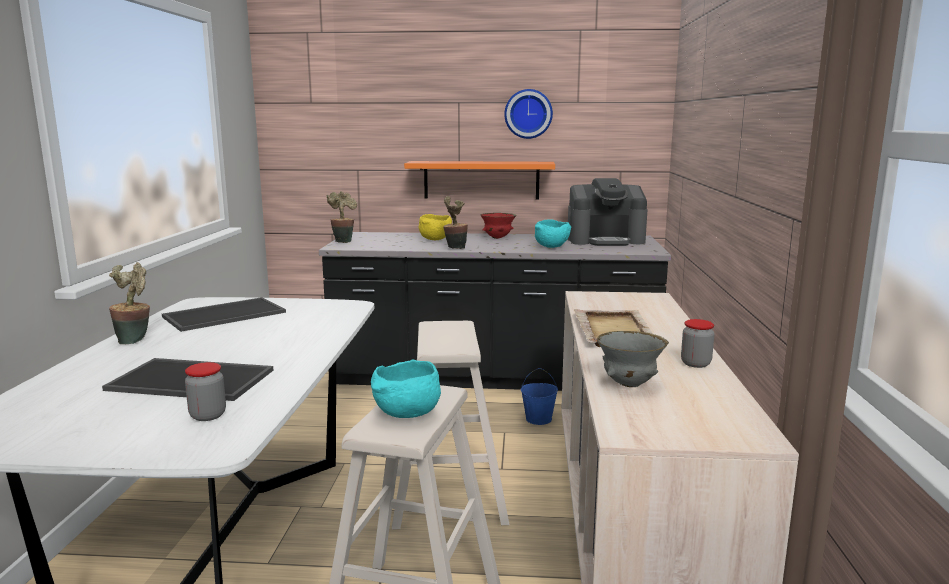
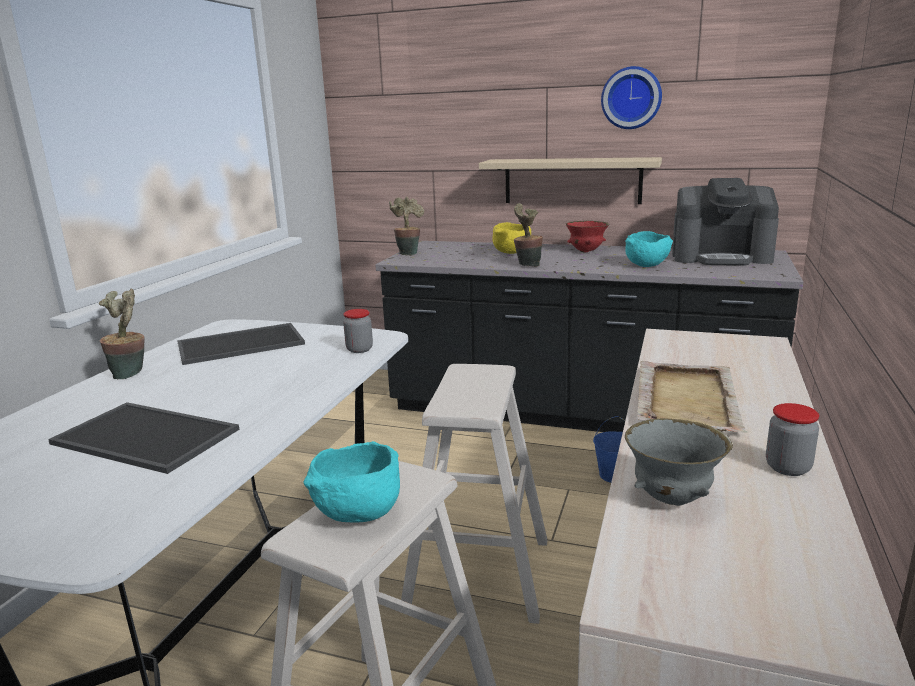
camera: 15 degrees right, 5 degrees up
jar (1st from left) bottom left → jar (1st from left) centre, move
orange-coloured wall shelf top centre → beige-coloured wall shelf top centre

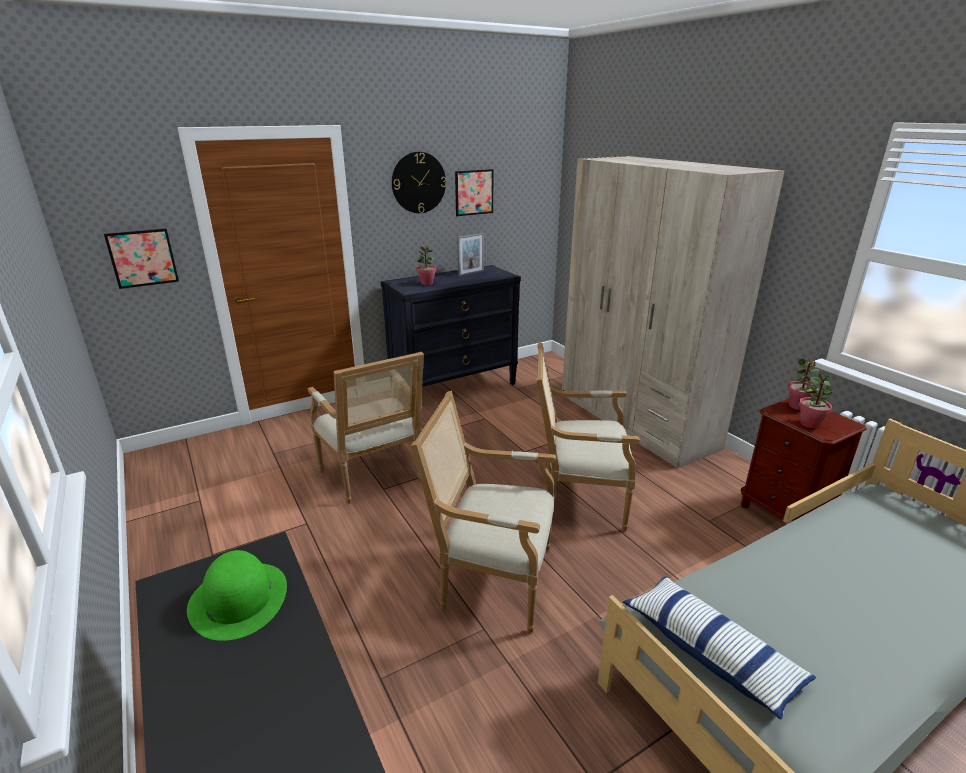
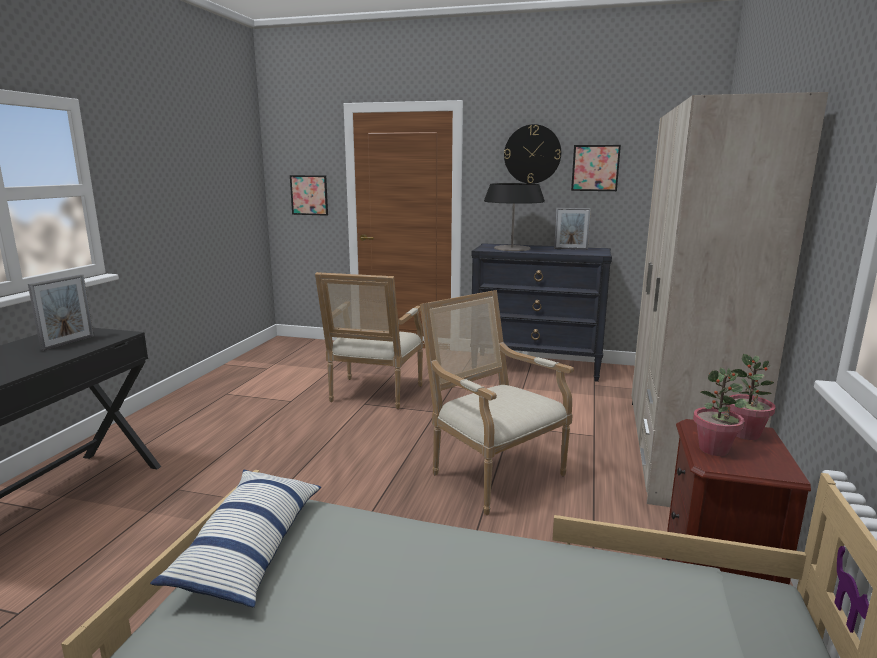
camera: 45 degrees right, 10 degrees down
green wearable hat bottom left → photo frame (1st from left) middle left
potted plant (1st from left) centre → table lamp top centre
easy chair (2nd from left) centre → -

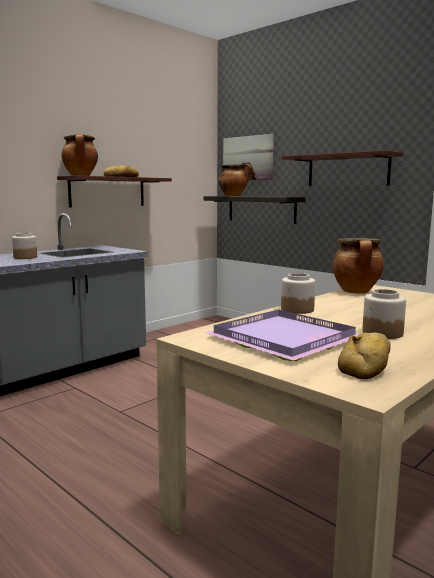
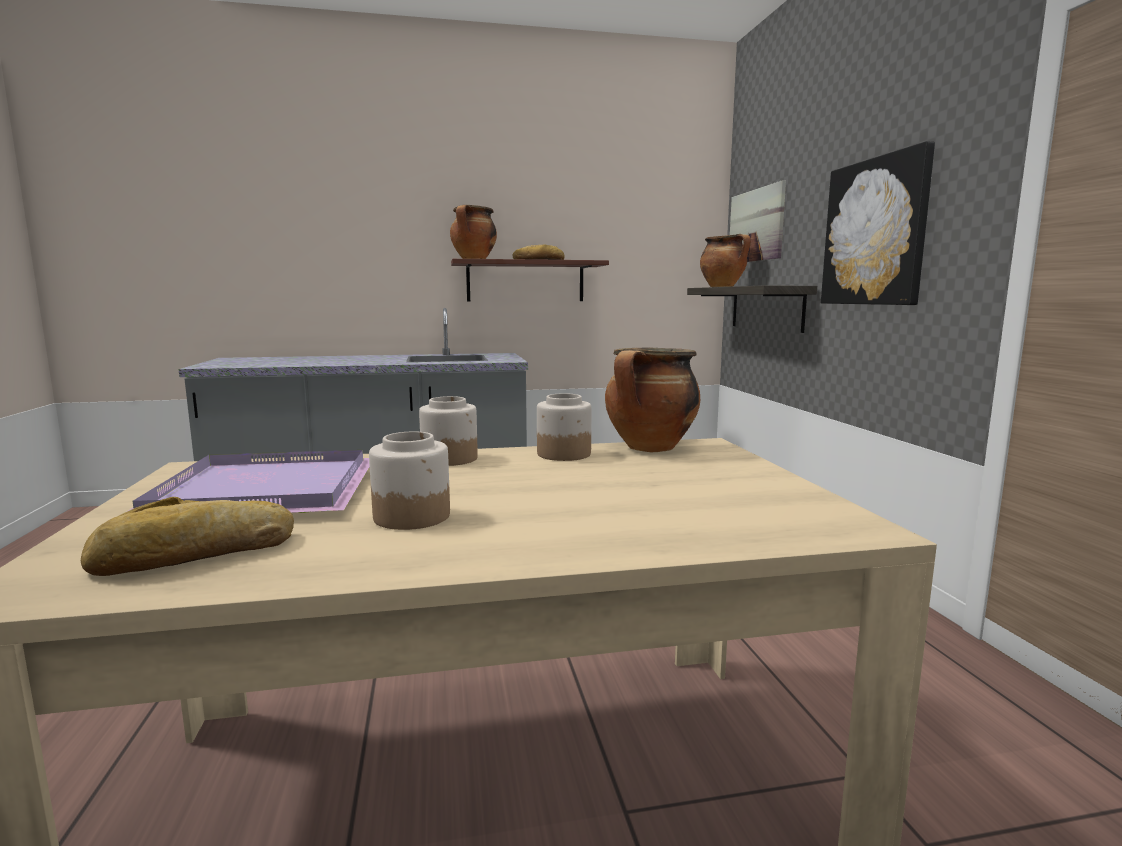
camera: 35 degrees right, 0 degrees up
jar (1st from left in the first image) middle left → jar (3rd from left) centre, move
wall shelf (3rd from left) top right → wall art (2nd from left) top right

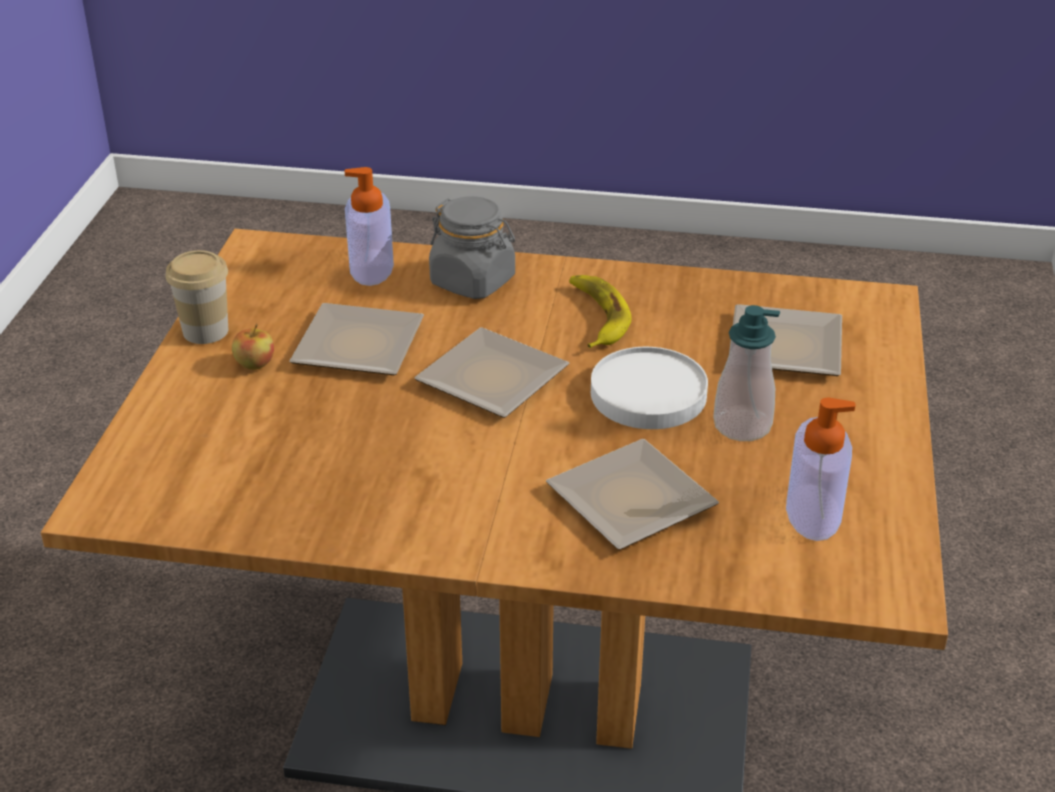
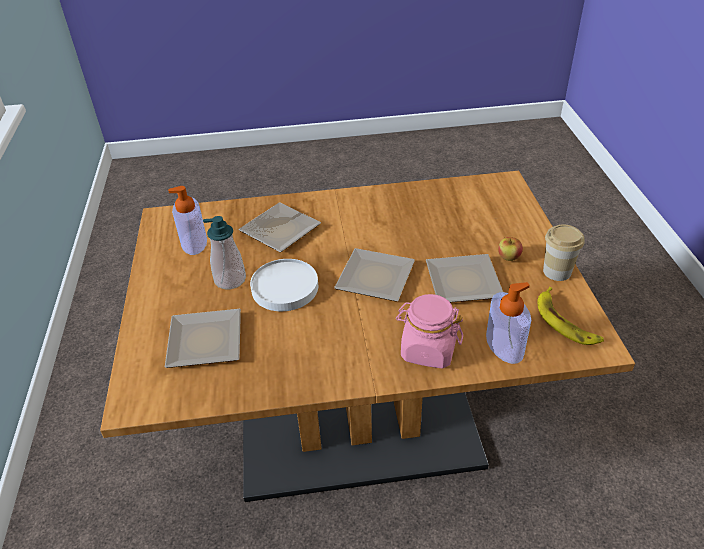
camera: 165 degrees right, 5 degrees up
grey jar top centre → pink-coloured jar centre
whole banana centre → whole banana middle right, move

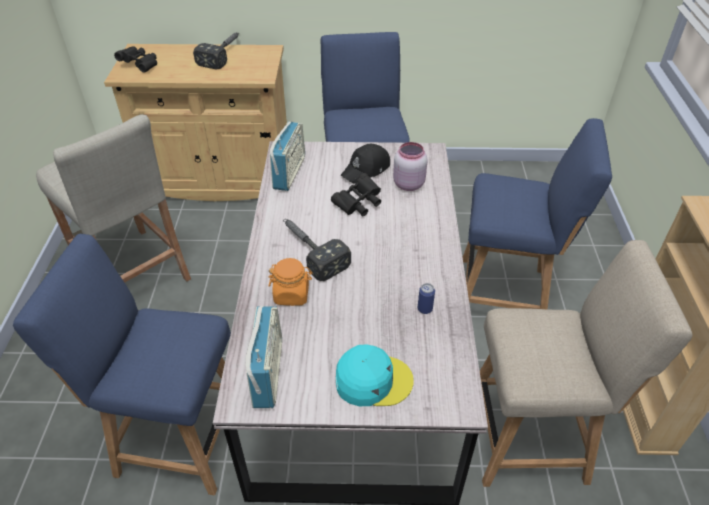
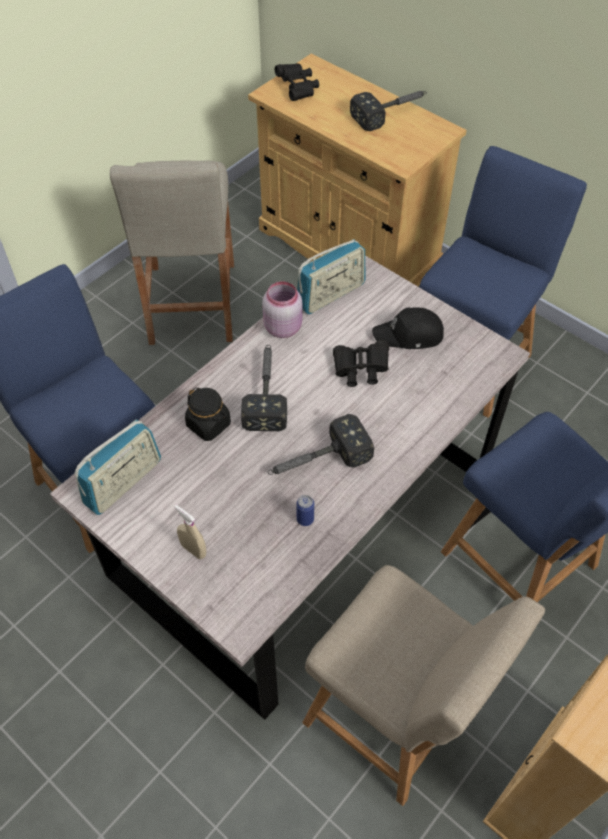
camera: 40 degrees right, 10 degrees up
turquoise-coloured baseball cap bottom centre → beige-coloured hand sprayer middle left
orange-coloured jar centre → blackish jar centre
pink-coloured jar top centre → pink-coloured jar centre, move
- → hand hammer (2nd from left) centre

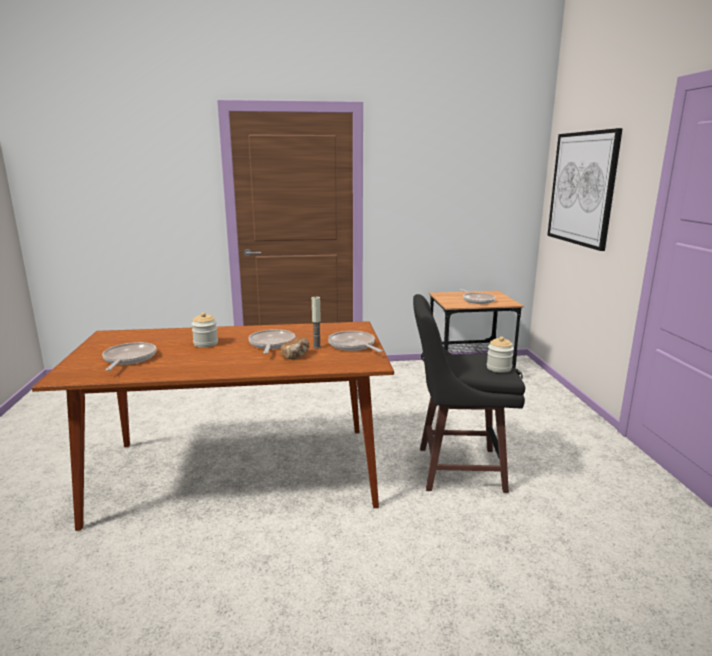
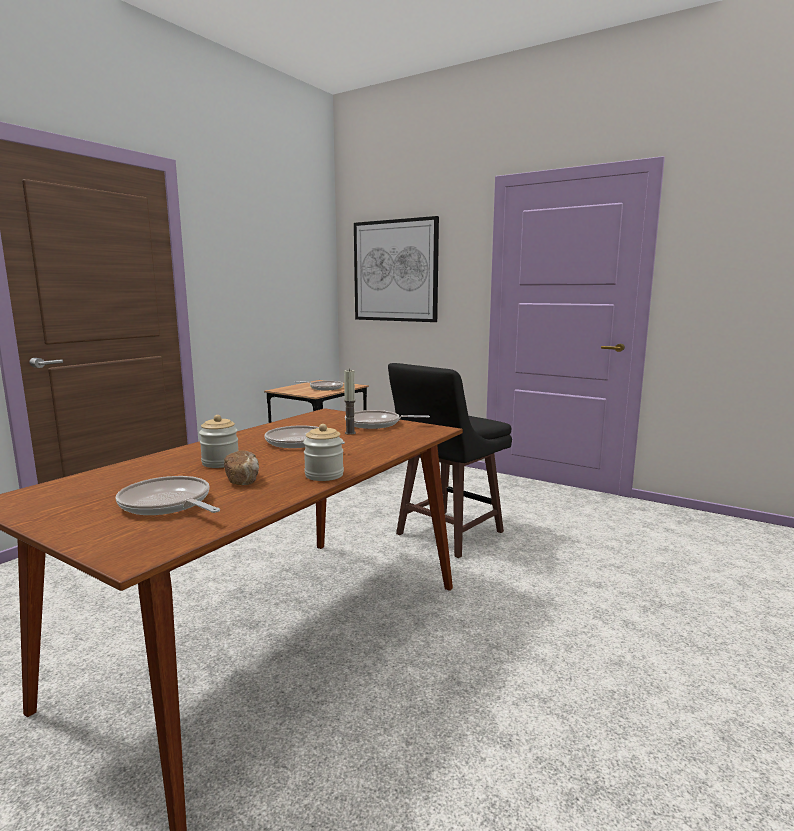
camera: 50 degrees left, 5 degrees down
bread centre → bread middle left, move
jar (2nd from left) middle right → jar (2nd from left) centre, move

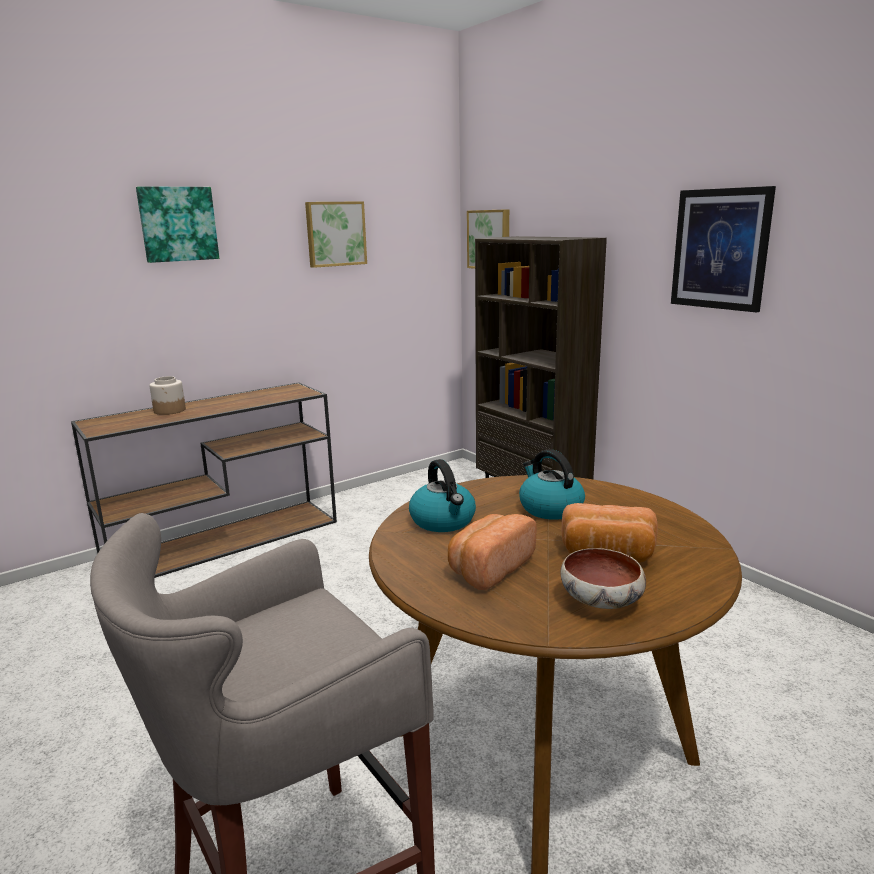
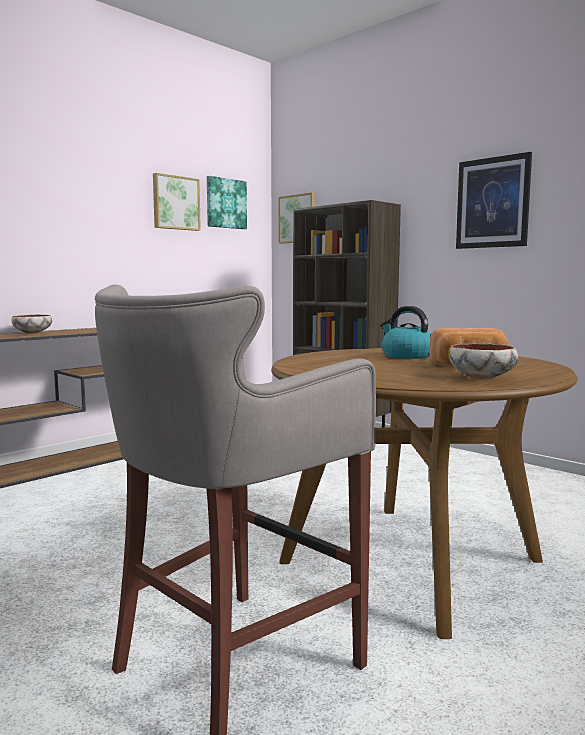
camera: 10 degrees left, 10 degrees down
jar middle left → deep dish (1st from left) middle left
wall art (1st from left in the first image) top left → wall art (2nd from left) top centre, move
kettle (1st from left) centre → -
bread (1st from left) centre → -

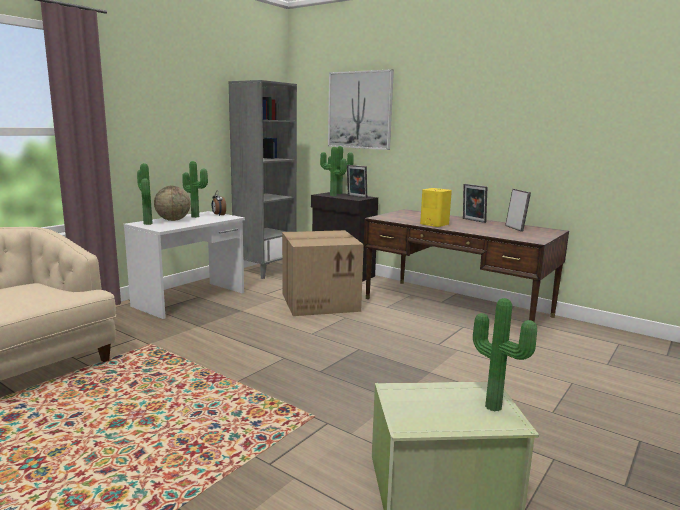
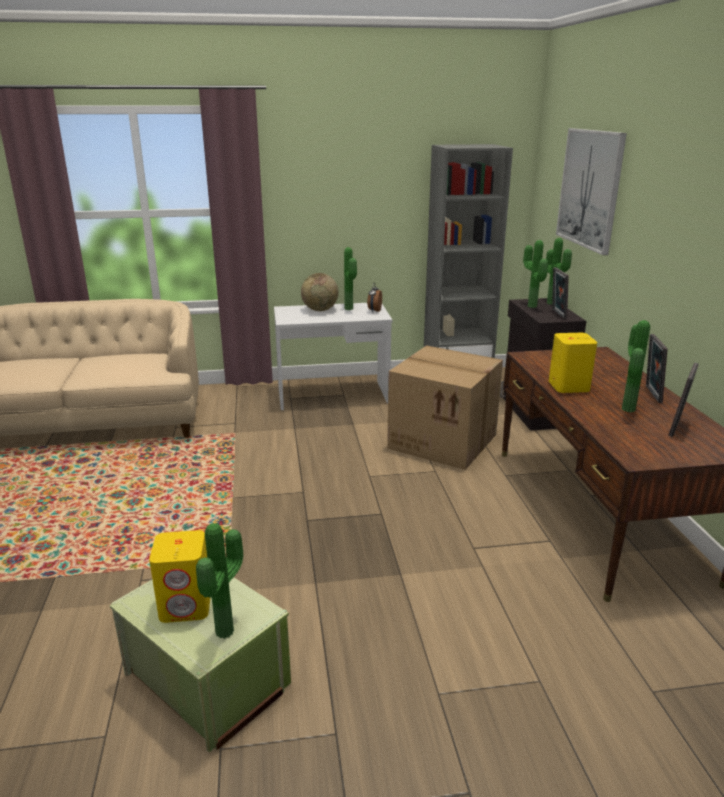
camera: 45 degrees right, 10 degrees up
- → yellowish loudspeaker (1st from left) bottom left
potted plant (1st from left in the first image) middle left → potted plant (5th from left) middle right, move

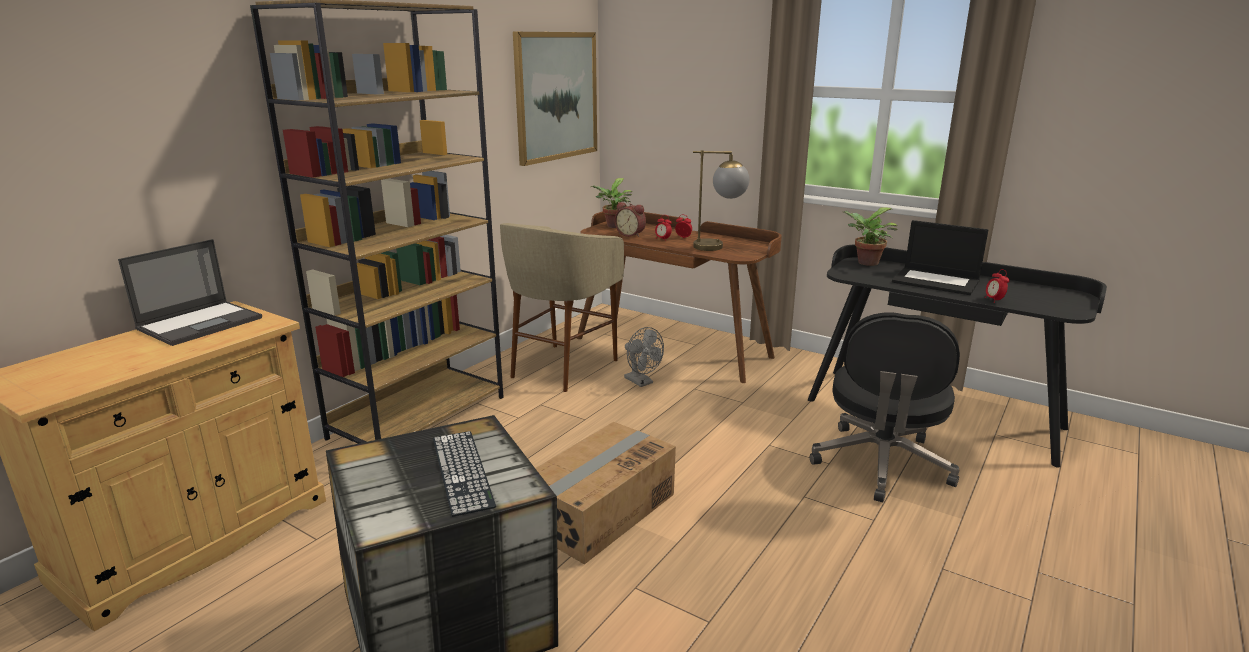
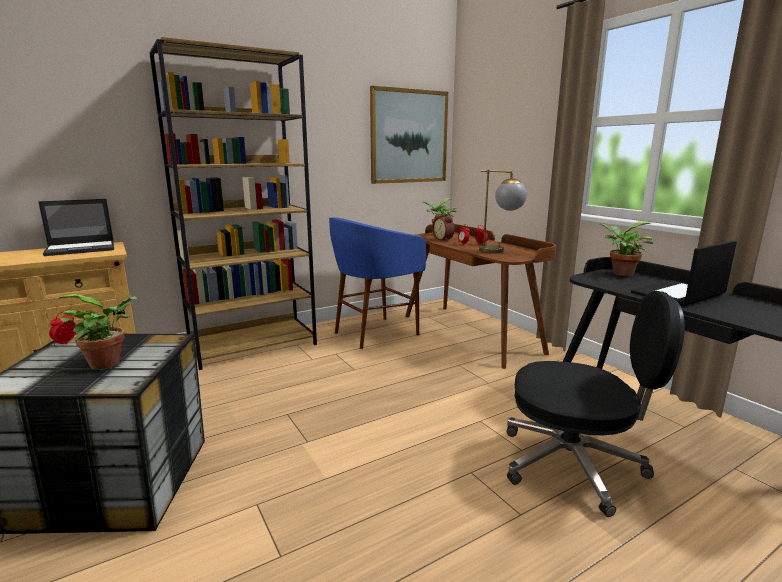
camera: 25 degrees right, 5 degrees down
table clock (4th from left in the first image) middle right → table clock (1st from left) middle left, move
computer keyboard bottom centre → potted plant (1st from left) middle left
beige-coloured sitting stool centre → blue sitting stool centre
blackish computer chair middle right → blackish computer chair bottom right, 120 degrees counterclockwise
portable computer (2nd from left) middle right, 90 degrees clockwise
packing box bottom centre → -
grey electric fan centre → -

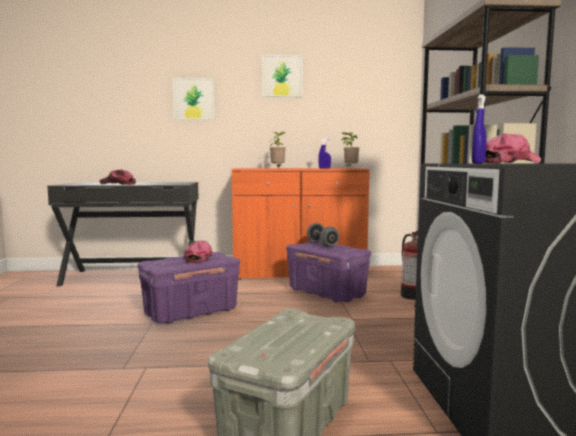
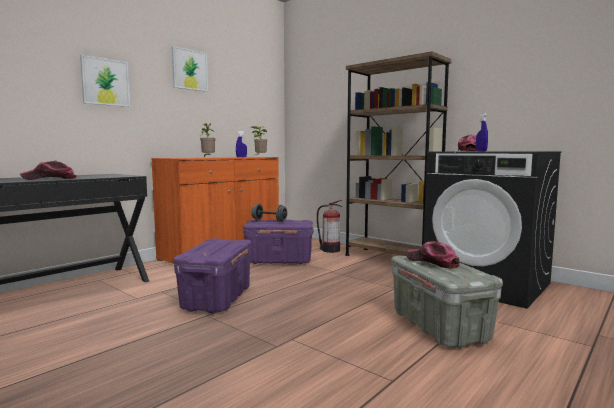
camera: 45 degrees left, 0 degrees up
baseball cap (2nd from left) centre → baseball cap (2nd from left) middle right, move

